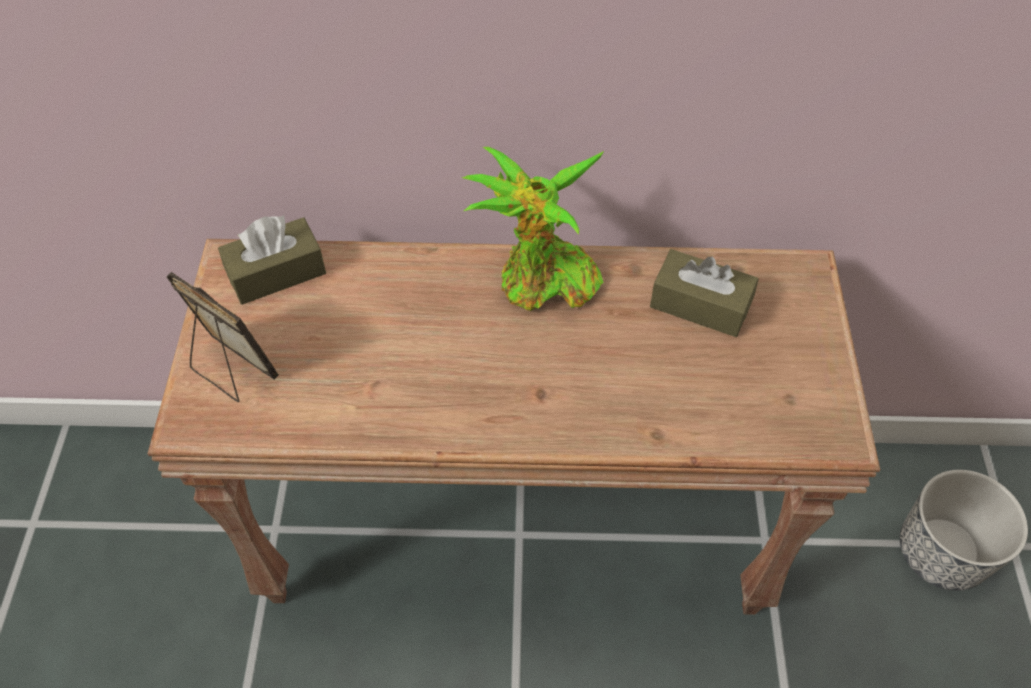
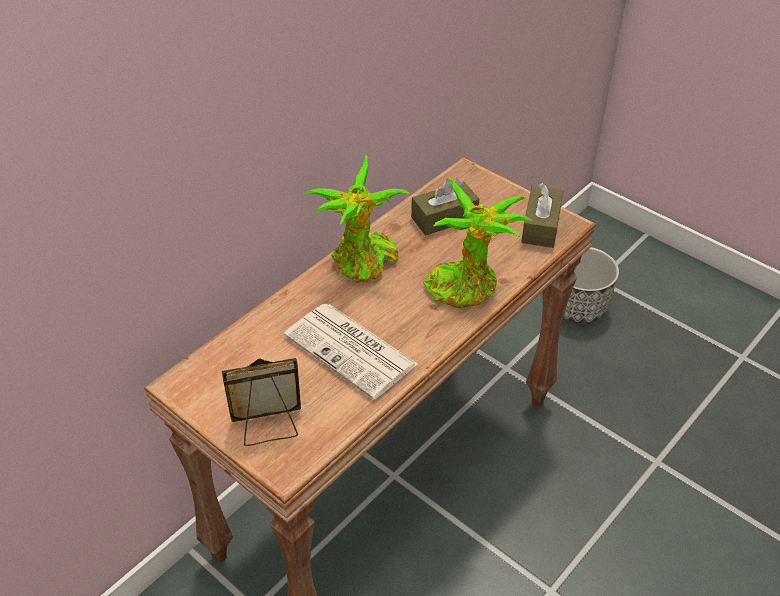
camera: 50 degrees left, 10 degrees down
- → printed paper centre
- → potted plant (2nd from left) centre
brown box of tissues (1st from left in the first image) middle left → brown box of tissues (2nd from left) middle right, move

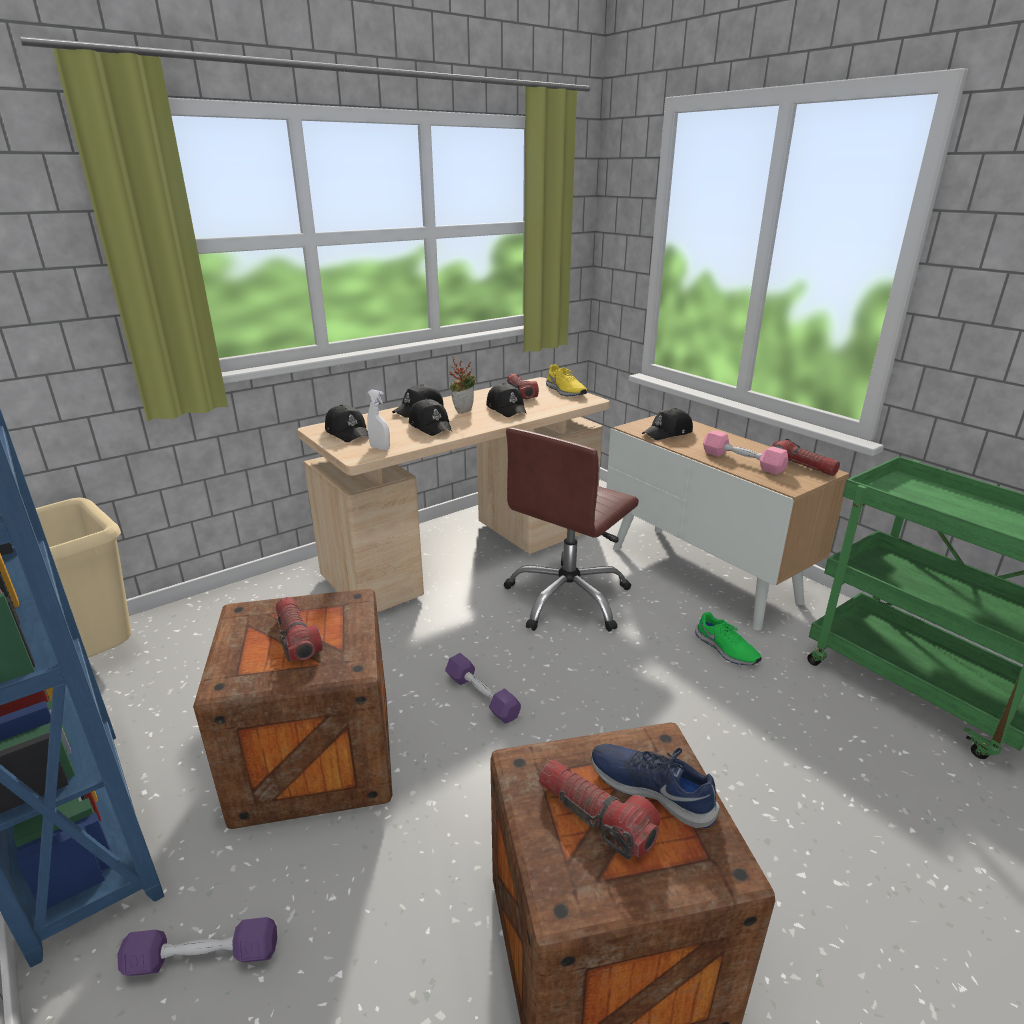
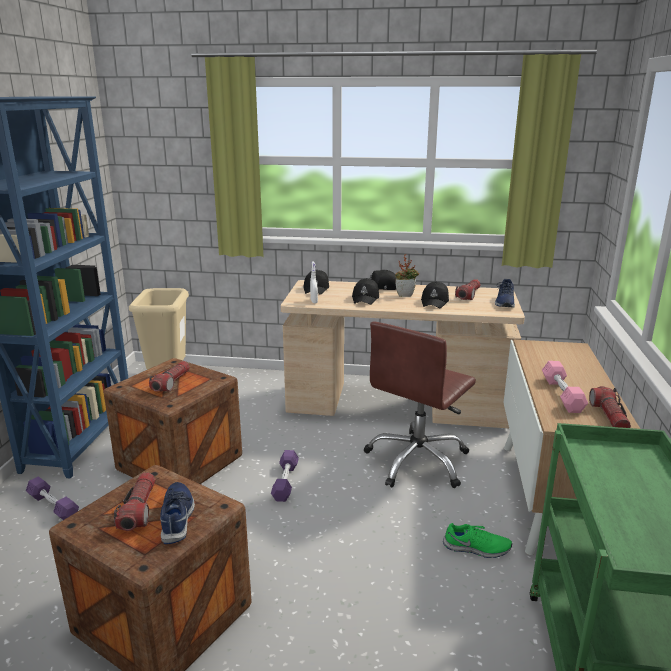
camera: 45 degrees right, 5 degrees down
brown computer chair centre, 45 degrees counterclockwise
green low shoe middle right → green low shoe bottom right, 90 degrees counterclockwise
yellowish low shoe centre → blue low shoe (2nd from left) middle right
blackish baseball cap (5th from left) centre → -

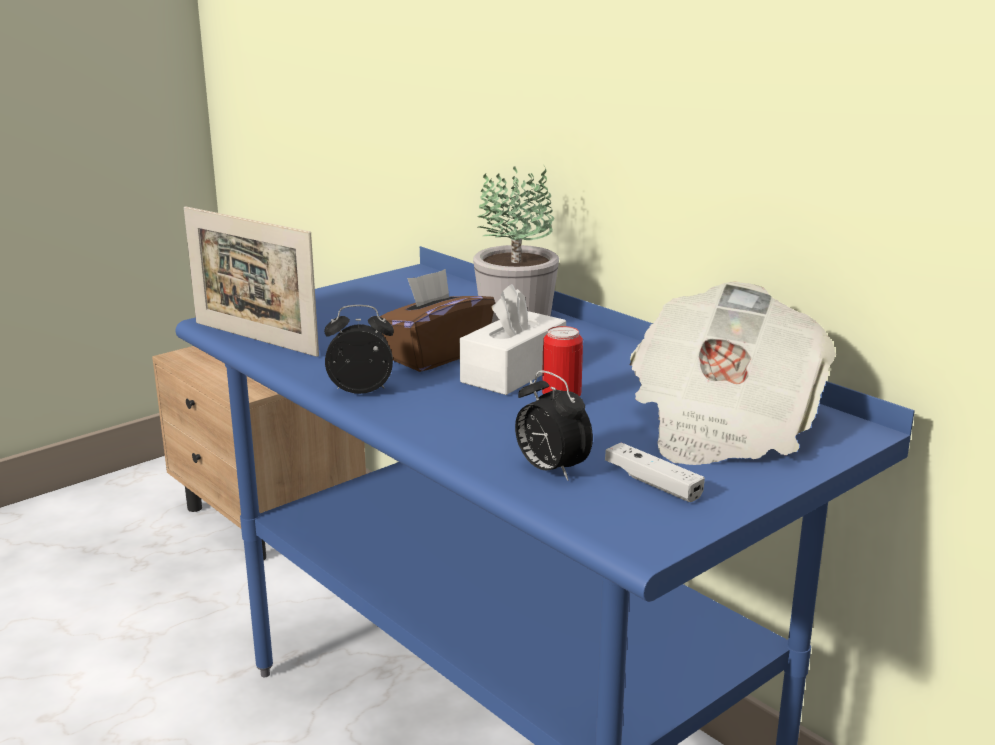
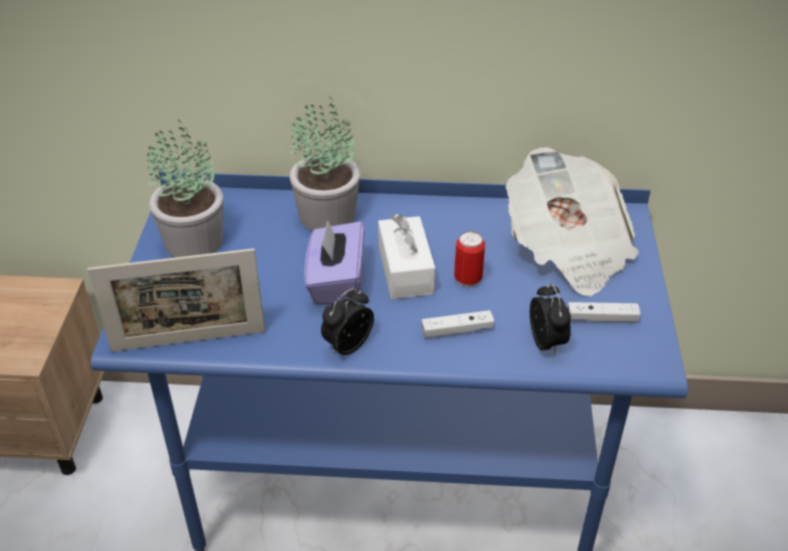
camera: 45 degrees left, 20 degrees up
- → potted plant (1st from left) middle left
brown box of tissues centre → purplish box of tissues centre
- → white-coloured joypad (1st from left) centre
table clock (2nd from left) centre → table clock (2nd from left) middle right, 105 degrees counterclockwise

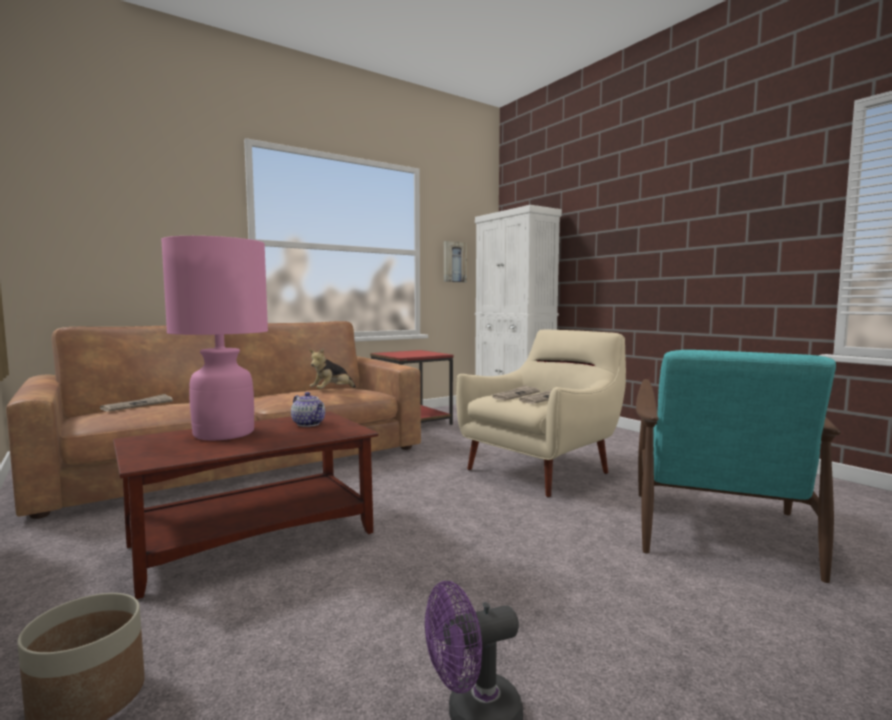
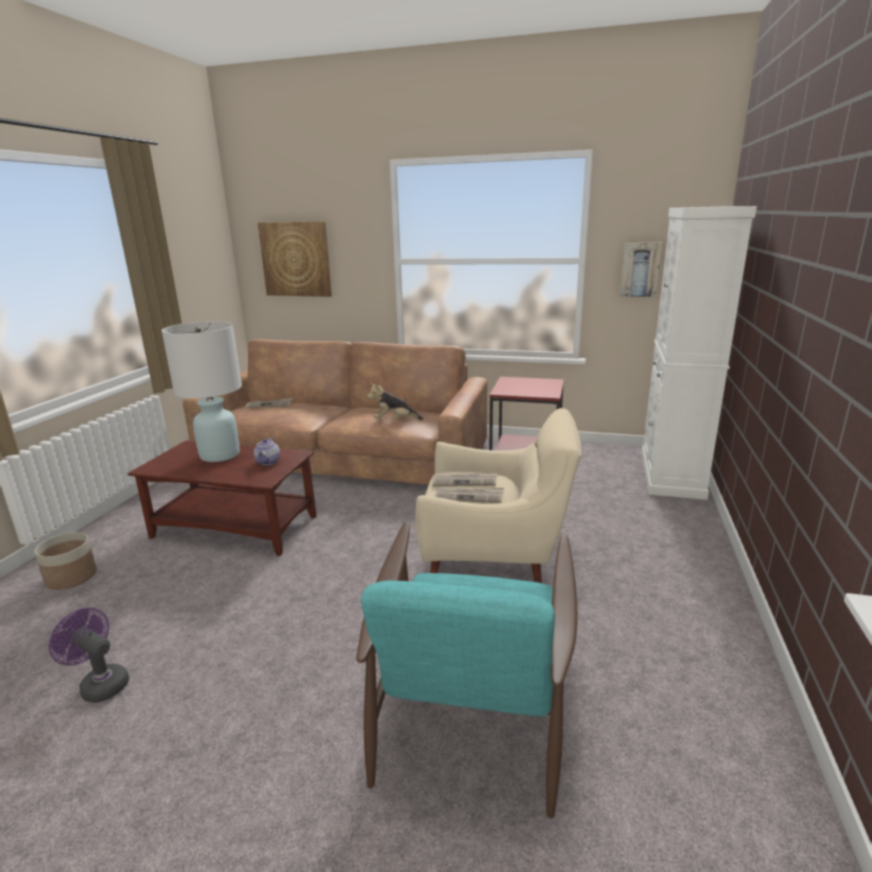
camera: 50 degrees right, 15 degrees up
pink-coloured table lamp middle left → white-coloured table lamp middle left
- → wall art (1st from left) top centre
turquoise-coloured easy chair middle right → turquoise-coloured easy chair bottom centre, 60 degrees counterclockwise

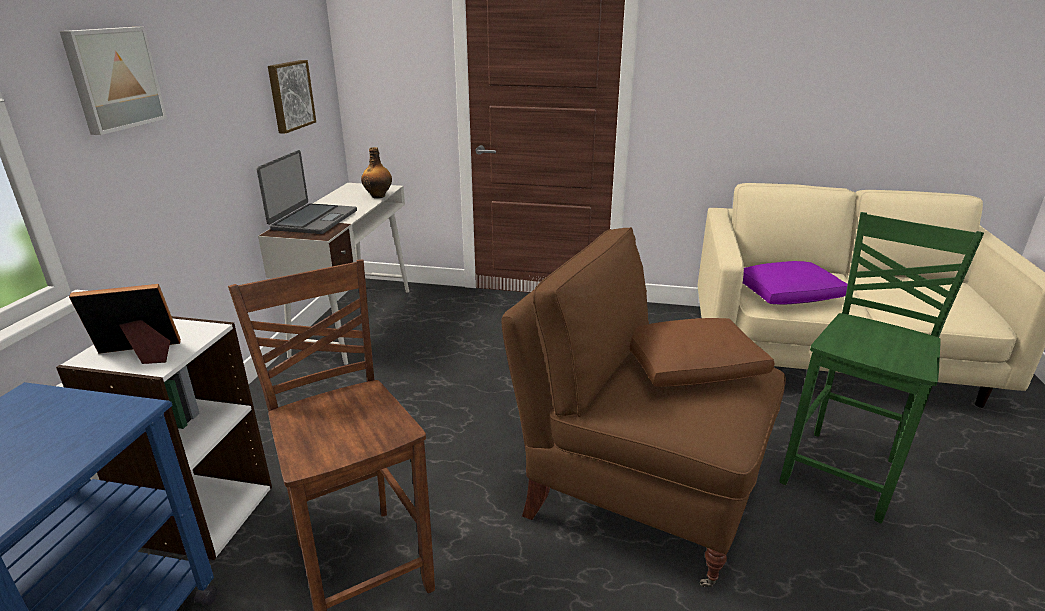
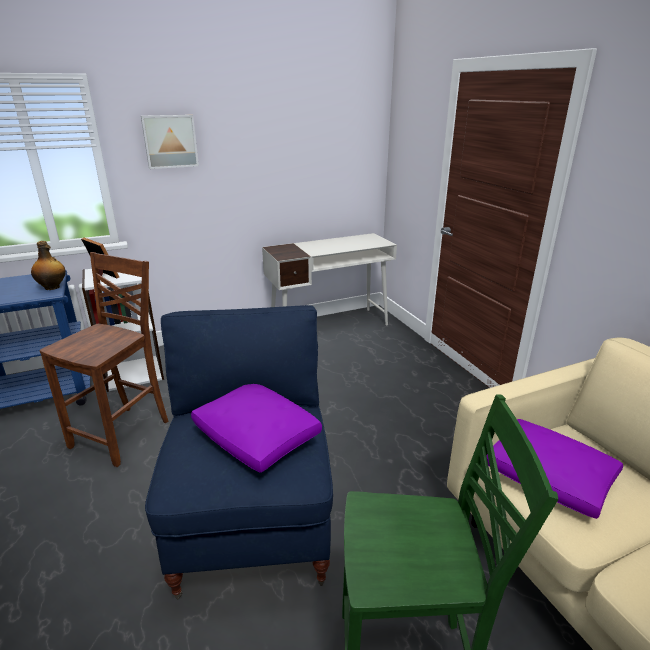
camera: 55 degrees right, 0 degrees up
bottle top centre → bottle middle left, move
brown easy chair centre → blue easy chair bottom centre
brown pillow middle right → purplish pillow (1st from left) centre
portable computer top left → -
wall art (2nd from left) top left → -

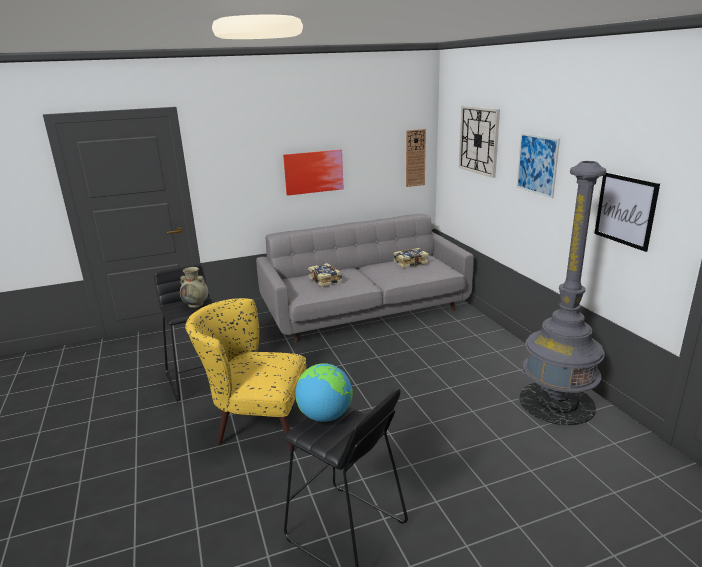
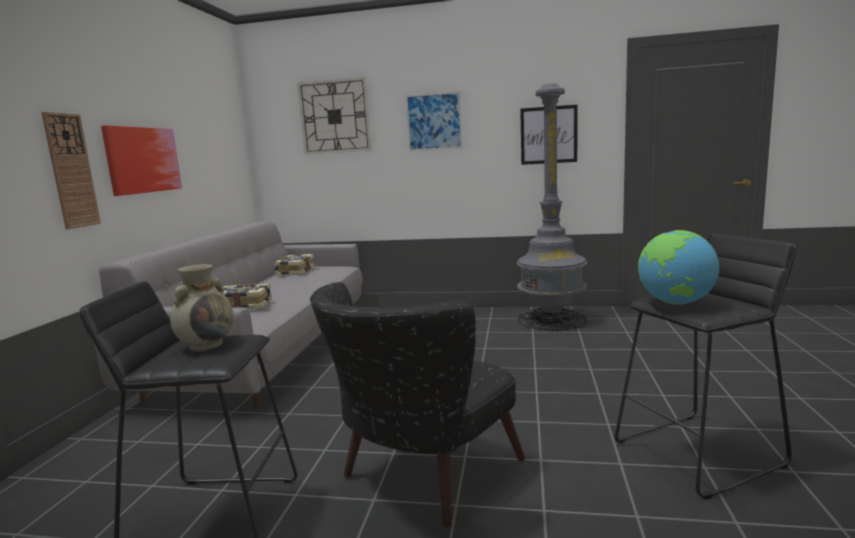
camera: 60 degrees left, 10 degrees down
clock on the wall (1st from left) top centre → clock on the wall (1st from left) top left, move
yellowish easy chair centre → blackish easy chair bottom centre

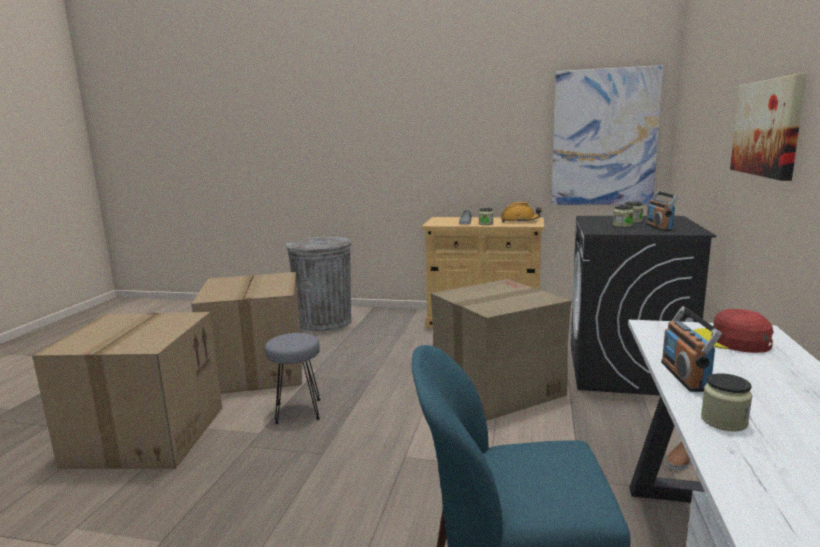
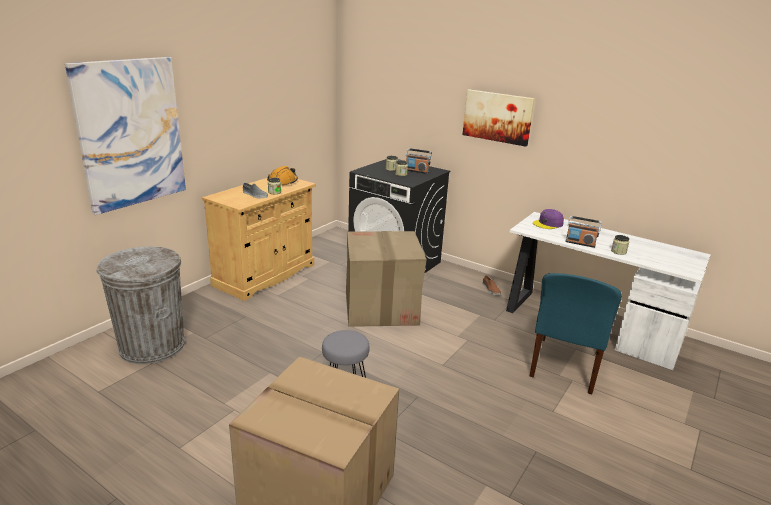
camera: 70 degrees left, 10 degrees up
wall art (1st from left) top right → wall art (1st from left) top left, move
red-coloured baseball cap middle right → purplish baseball cap middle right
packing box (2nd from left) middle left → -

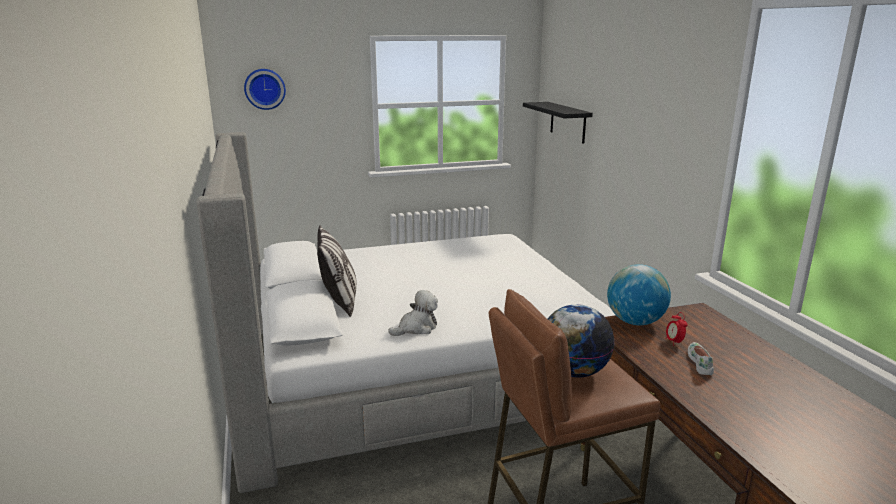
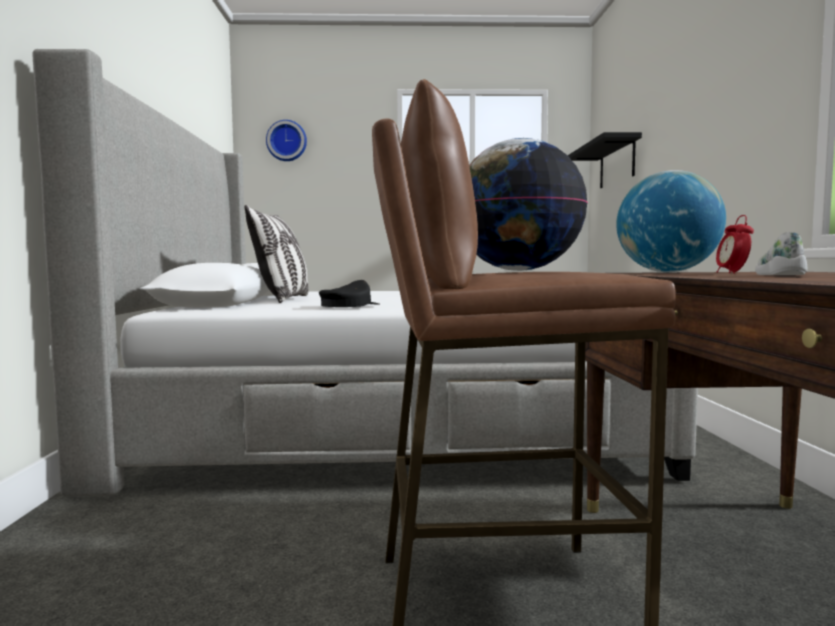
camera: 15 degrees right, 15 degrees down
soft toy centre → blackish baseball cap centre

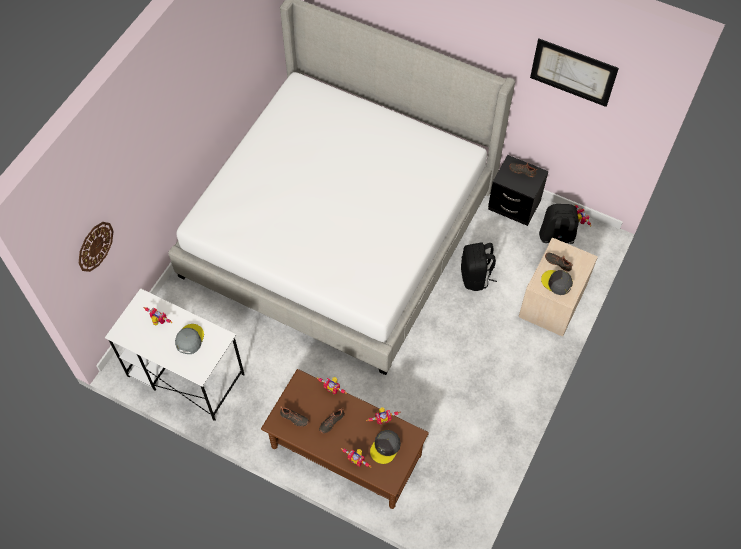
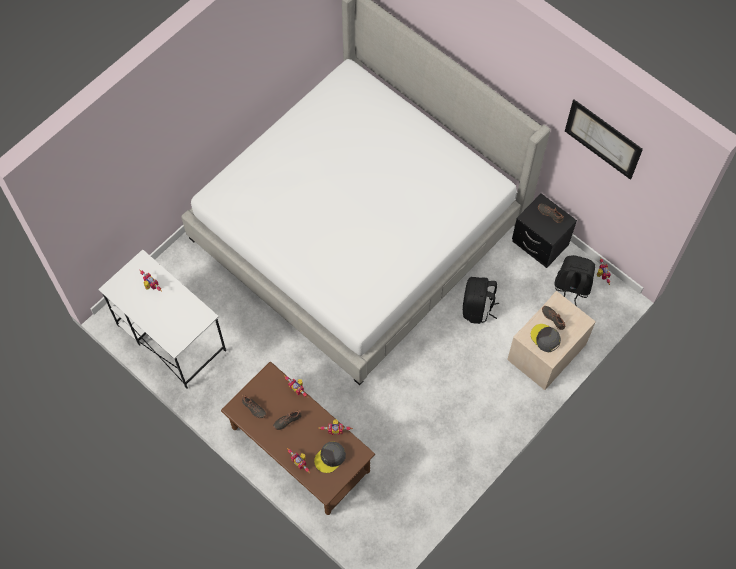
camera: 15 degrees right, 5 degrees up
clock on the wall middle left → -
grey baseball cap (1st from left) middle left → -

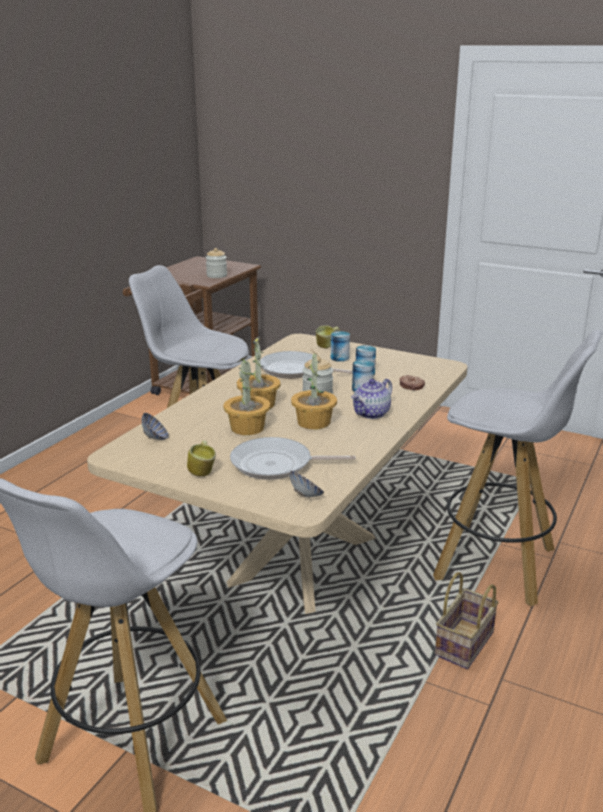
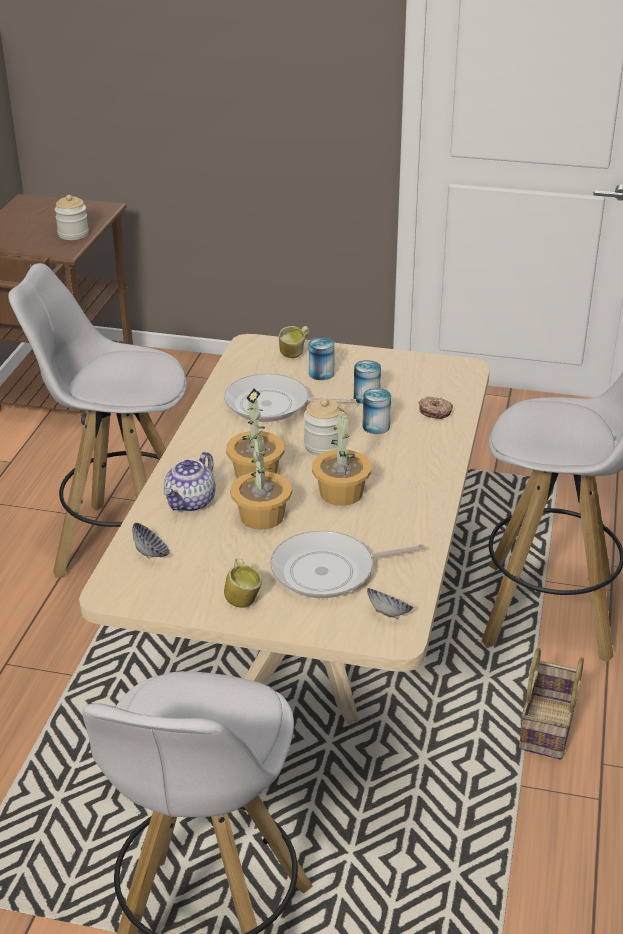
camera: 15 degrees left, 10 degrees up
teapot centre → teapot middle left, move

